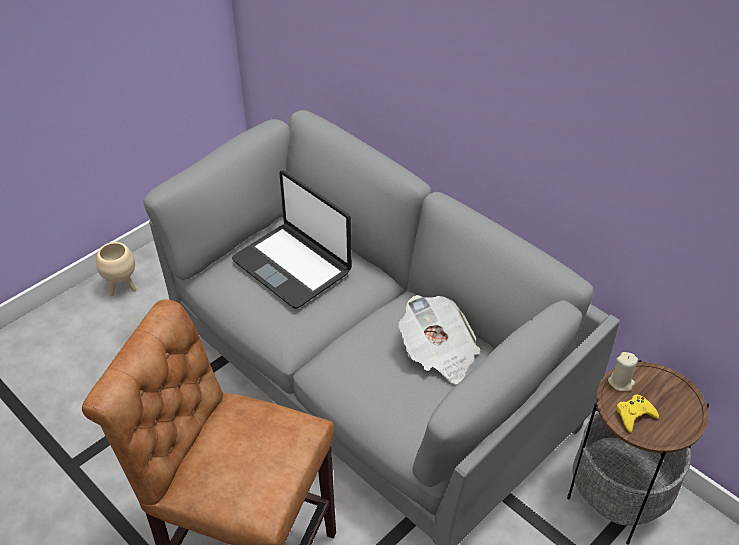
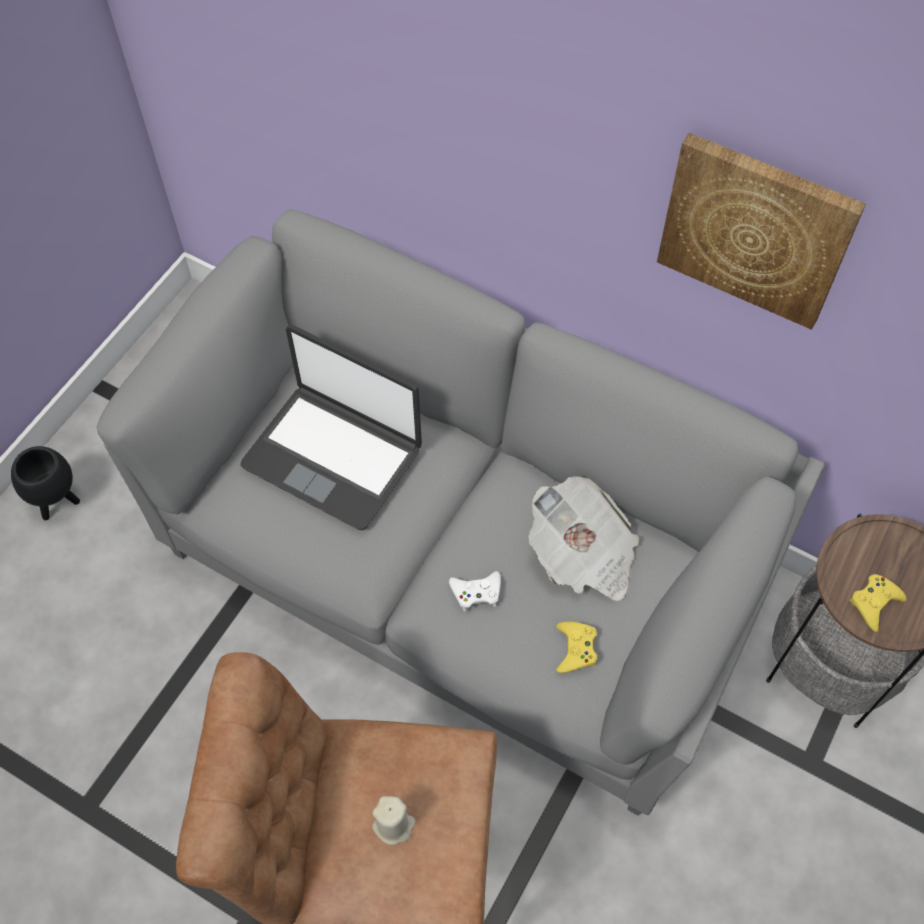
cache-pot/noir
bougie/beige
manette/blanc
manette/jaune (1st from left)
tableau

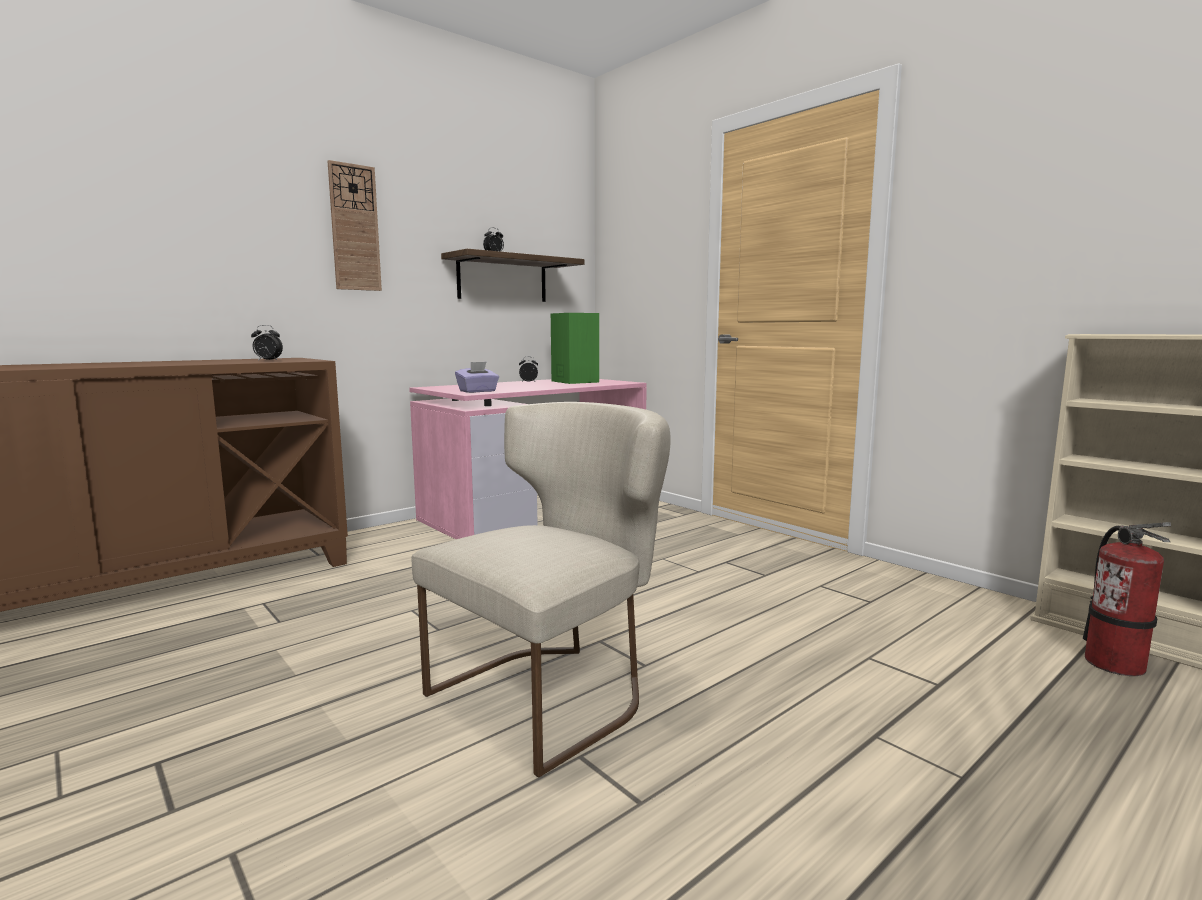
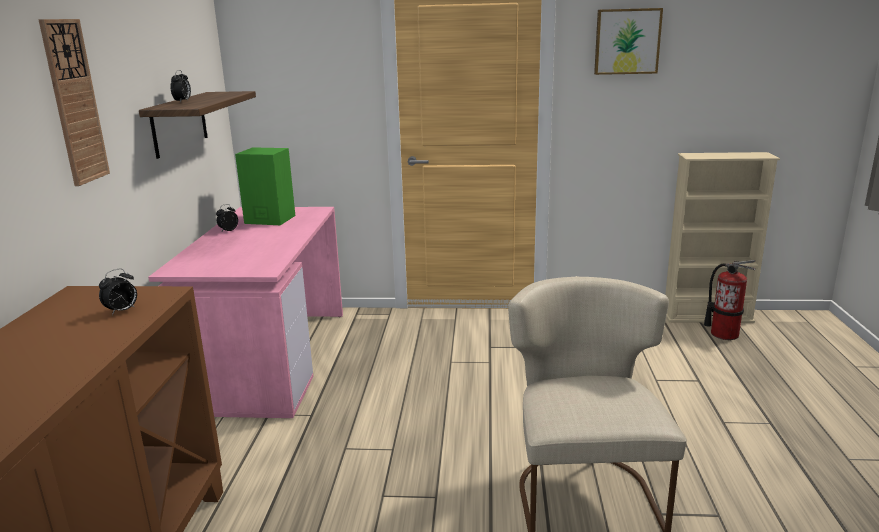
boîte à mouchoirs/violet
tableau

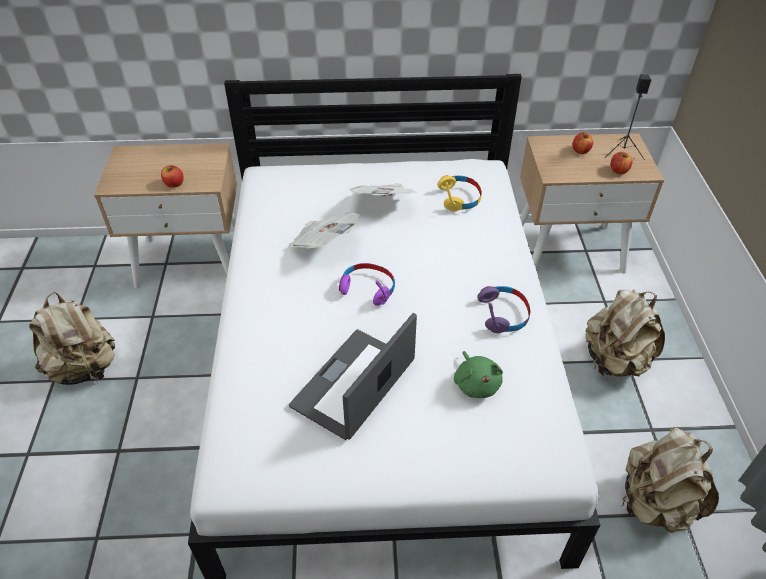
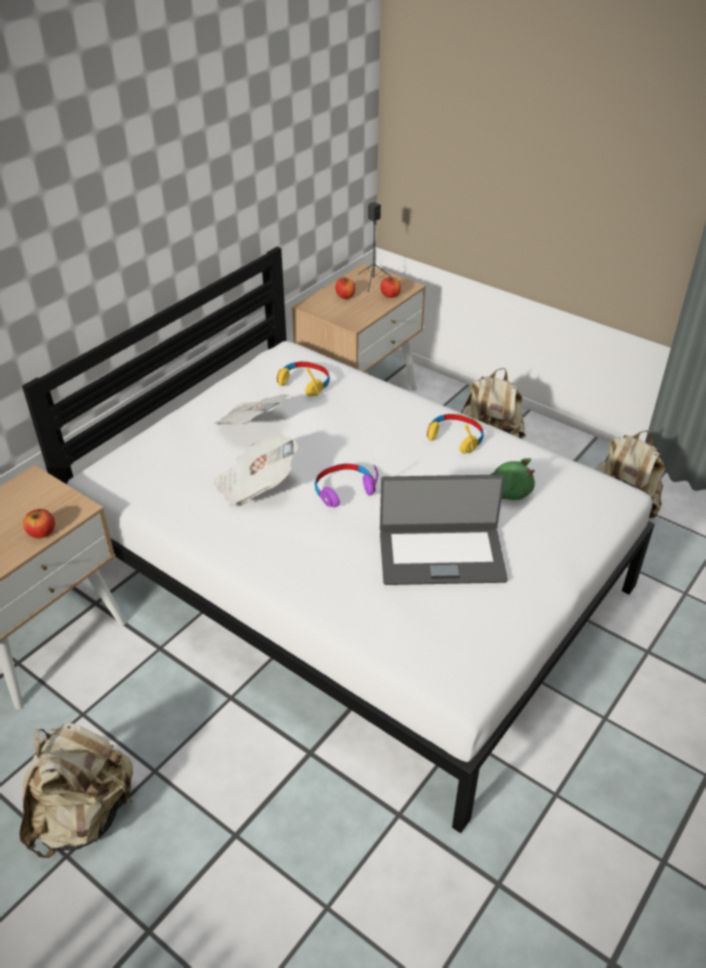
ordinateur portable
casque audio/jaune (2nd from left)

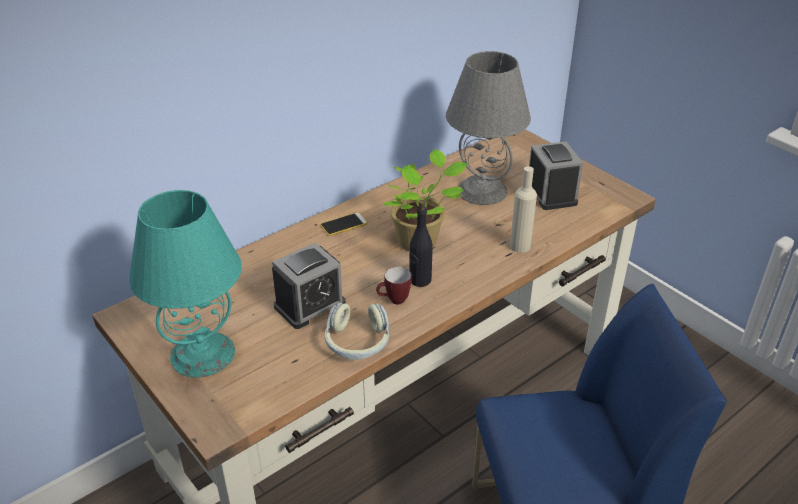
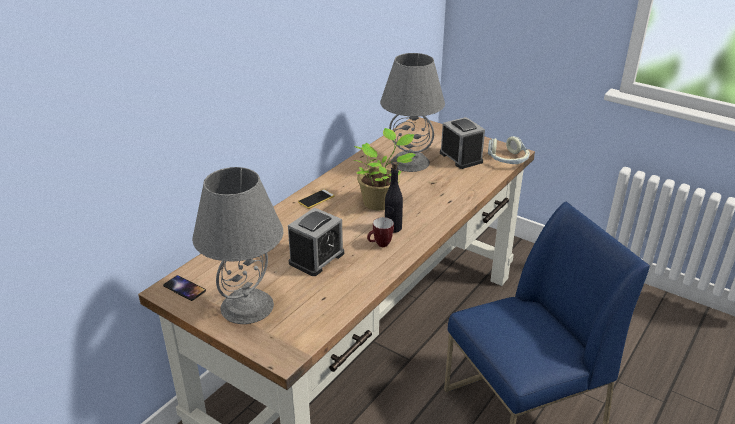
lampe de table/gris (1st from left)
casque audio
bouteille/beige
téléphone (1st from left)

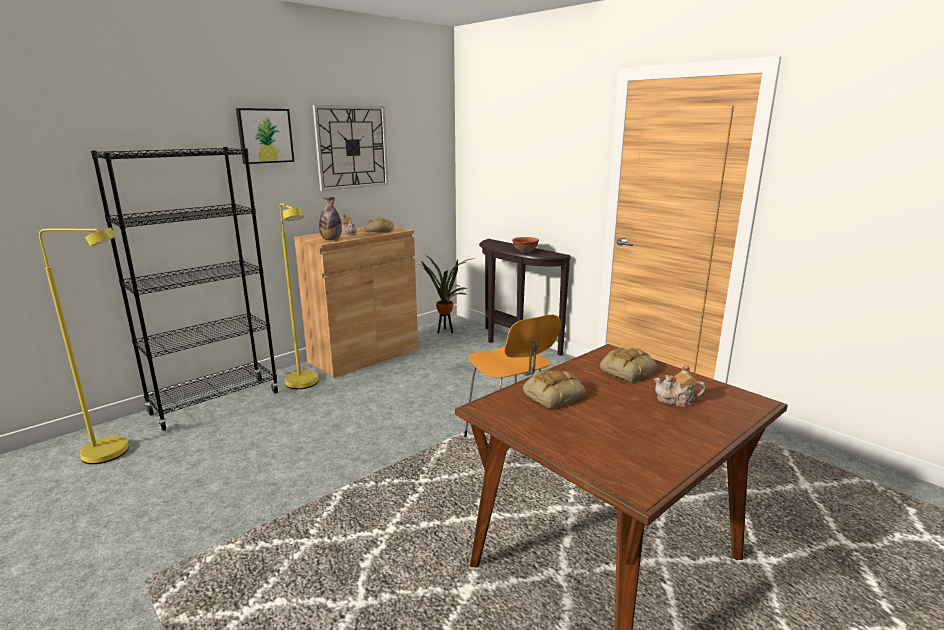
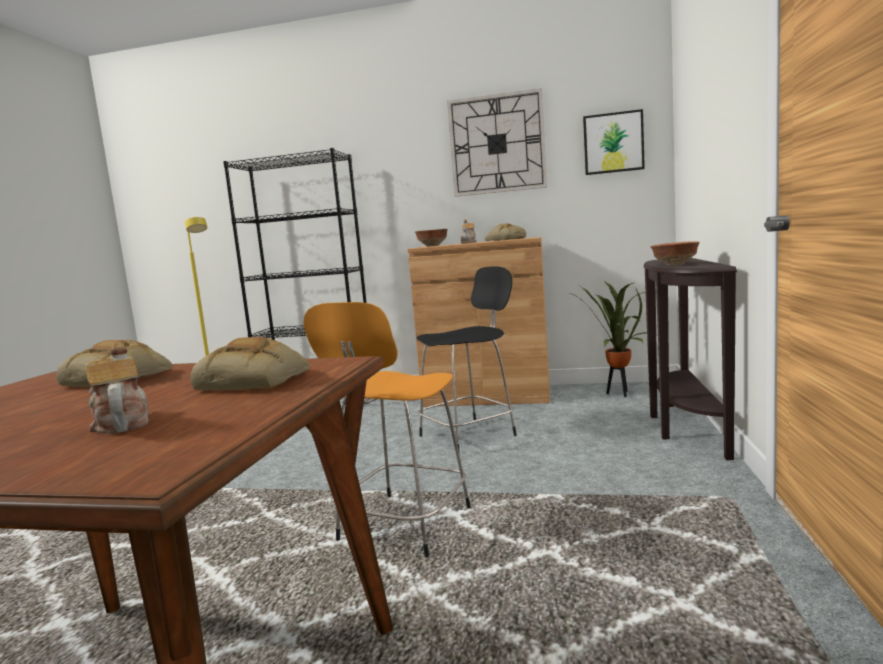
tableau
lampadaire/jaune (2nd from left in the first image)
bol (1st from left)
tabouret/noir

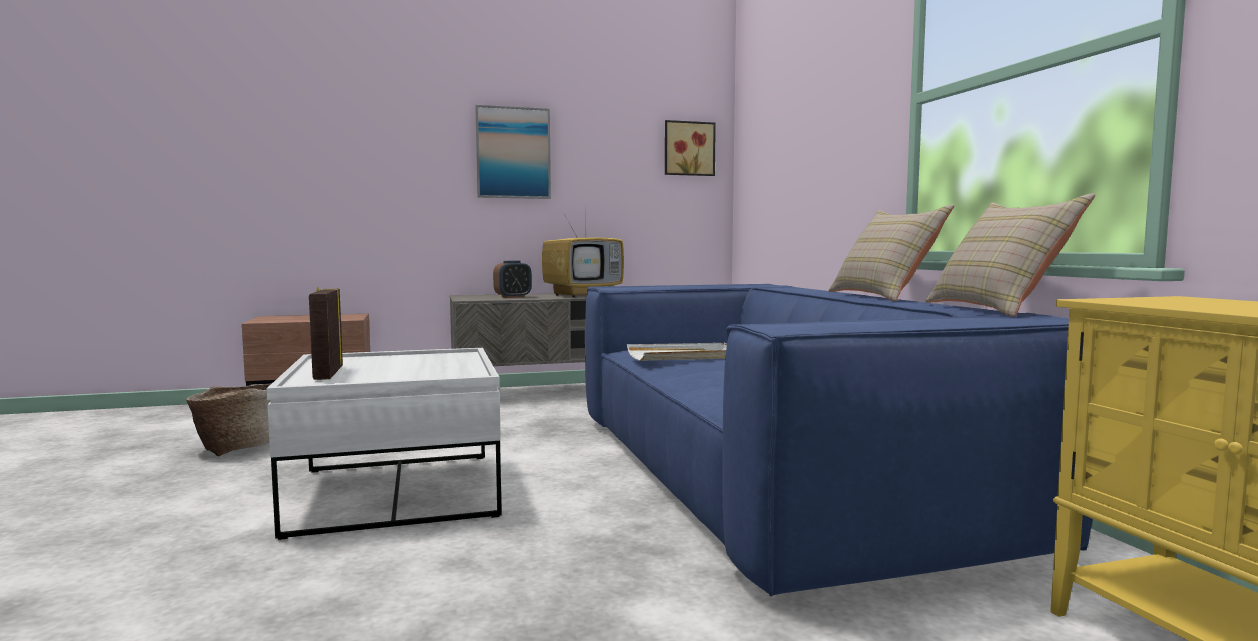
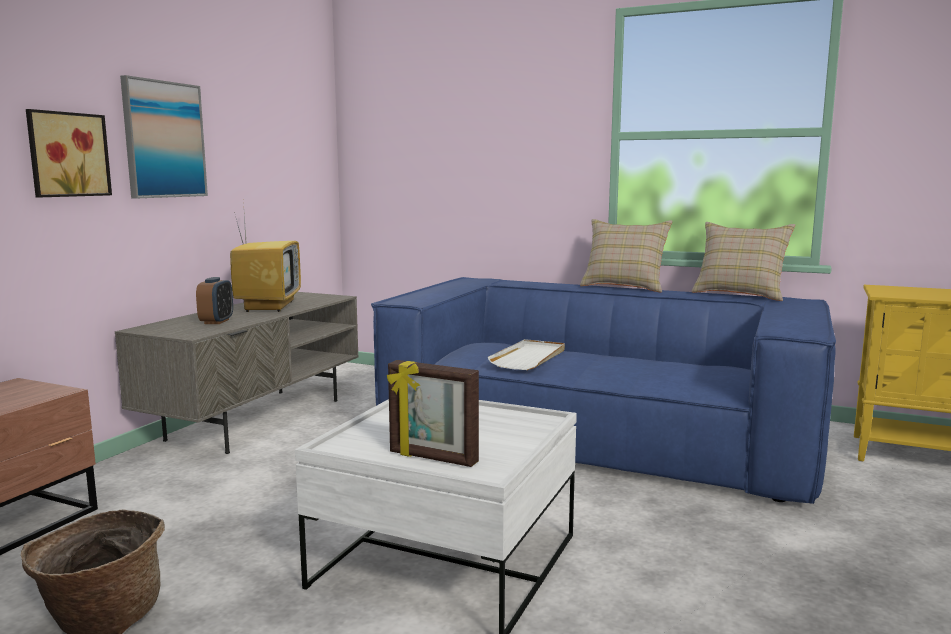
tableau (1st from left)

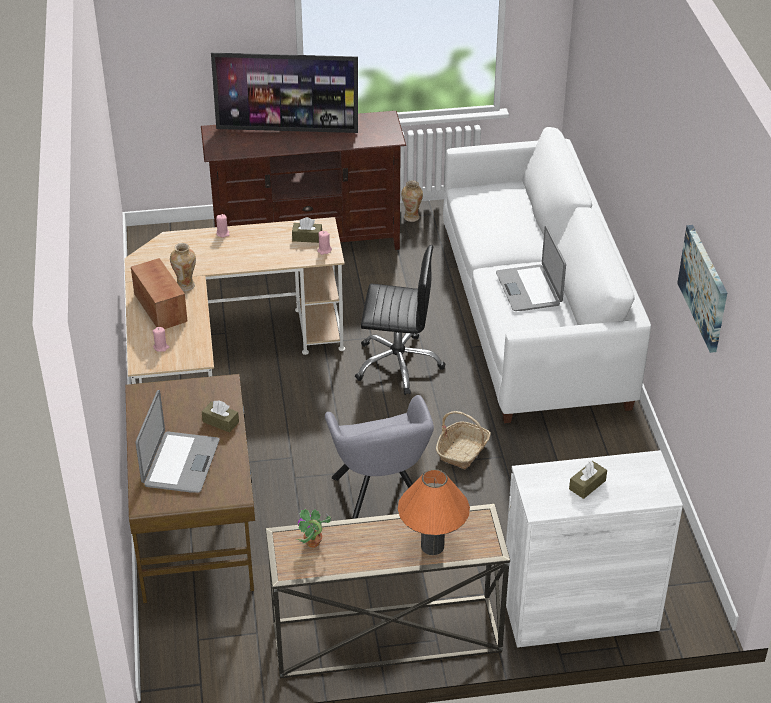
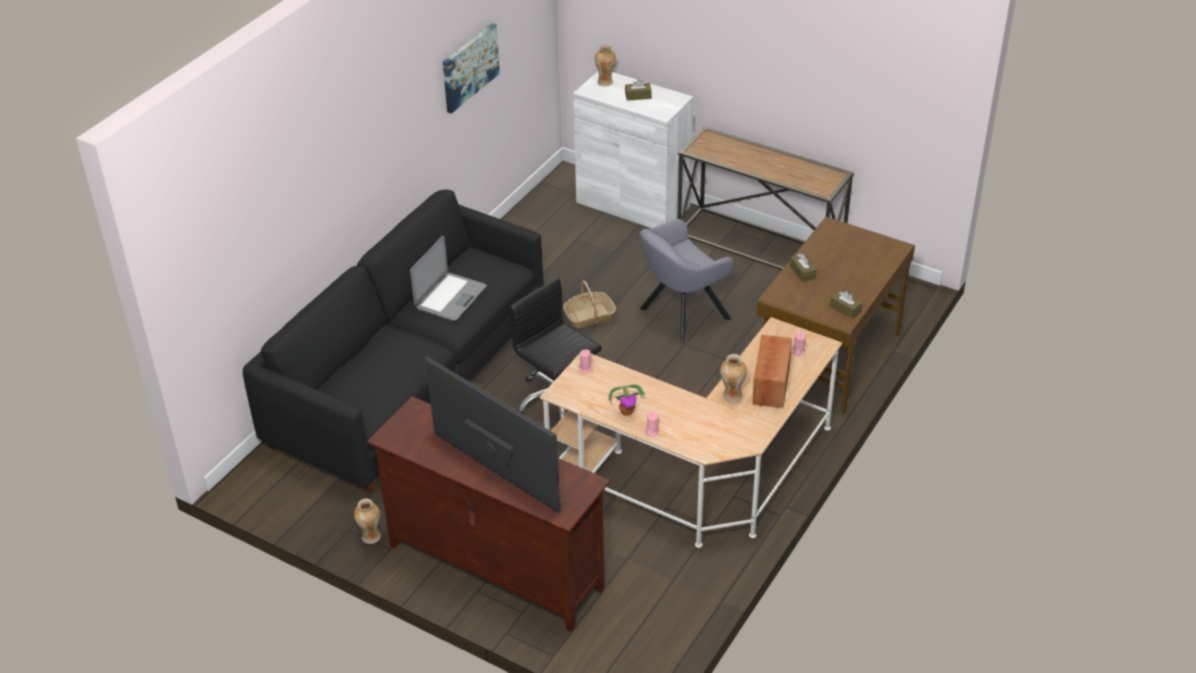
ordinateur portable (1st from left in the first image)
boîte à mouchoirs/marron (3rd from left)
plante en pot
fauteuil/gris
lampe de table/orange
canapé/noir
vase (2nd from left)

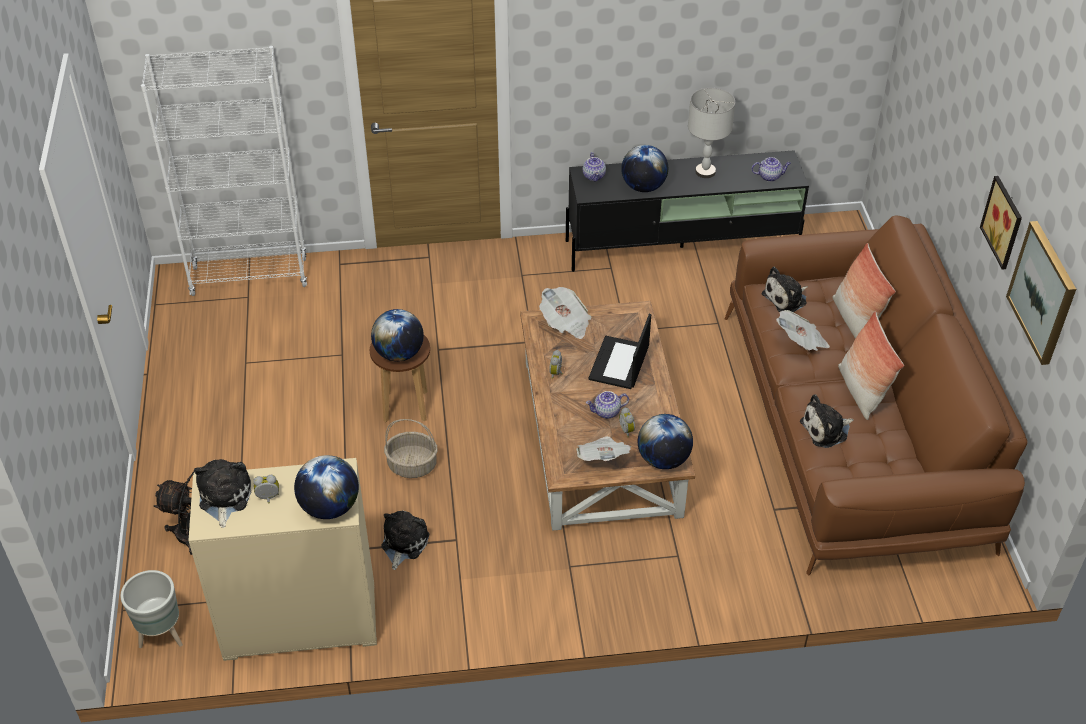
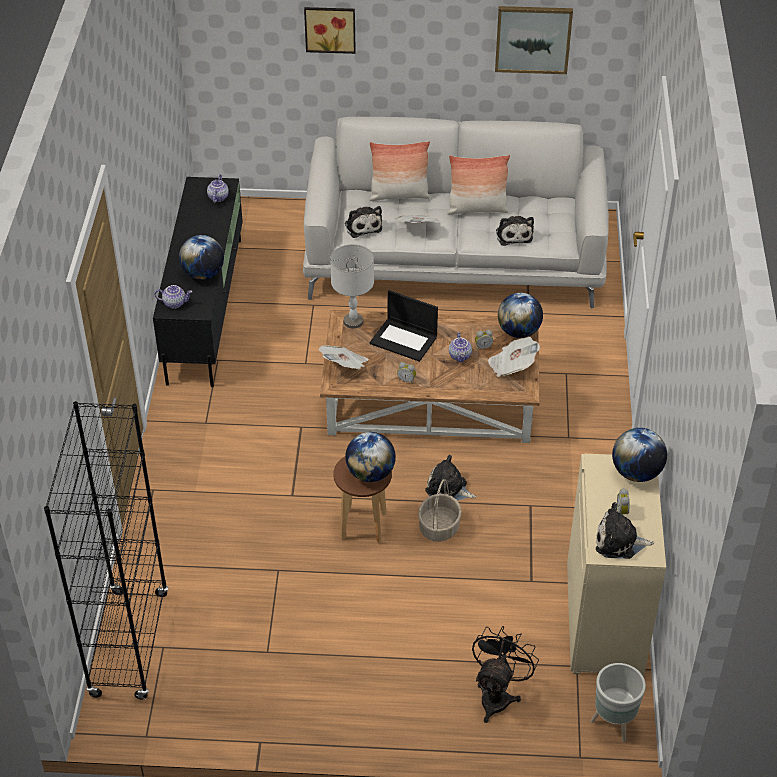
bibliothèque/noir
peluche (2nd from left)
lampe de table/gris
canapé/blanc
tableau (1st from left)

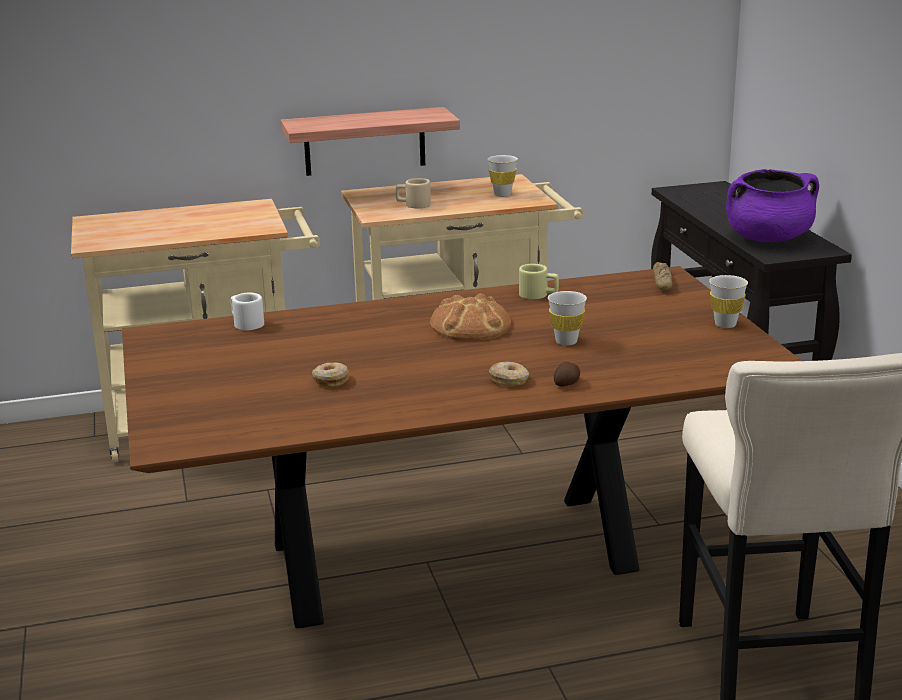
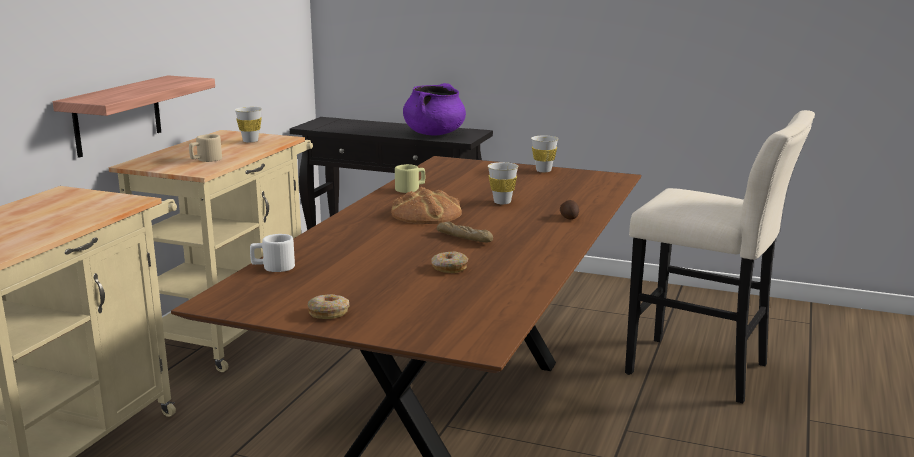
beignet (1st from left)
pain (2nd from left)

